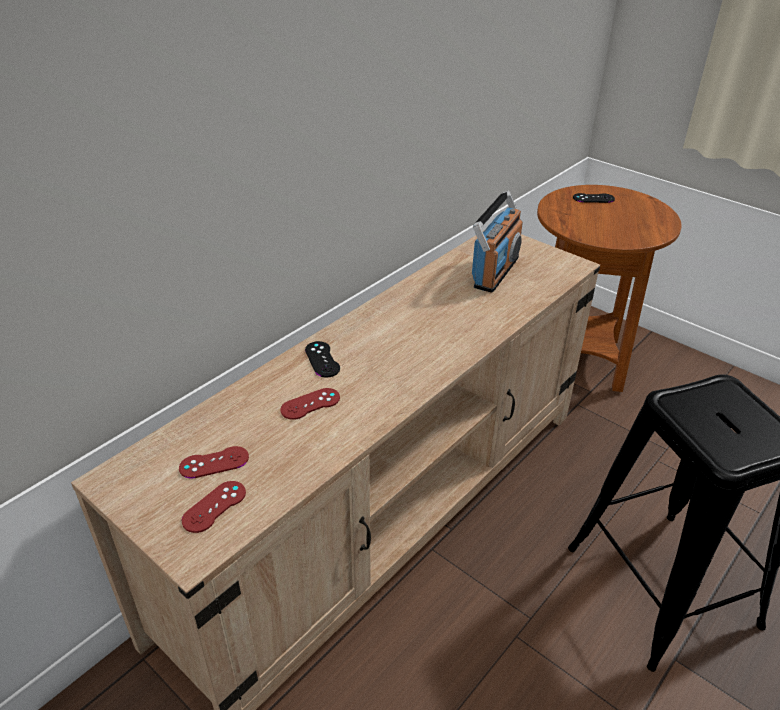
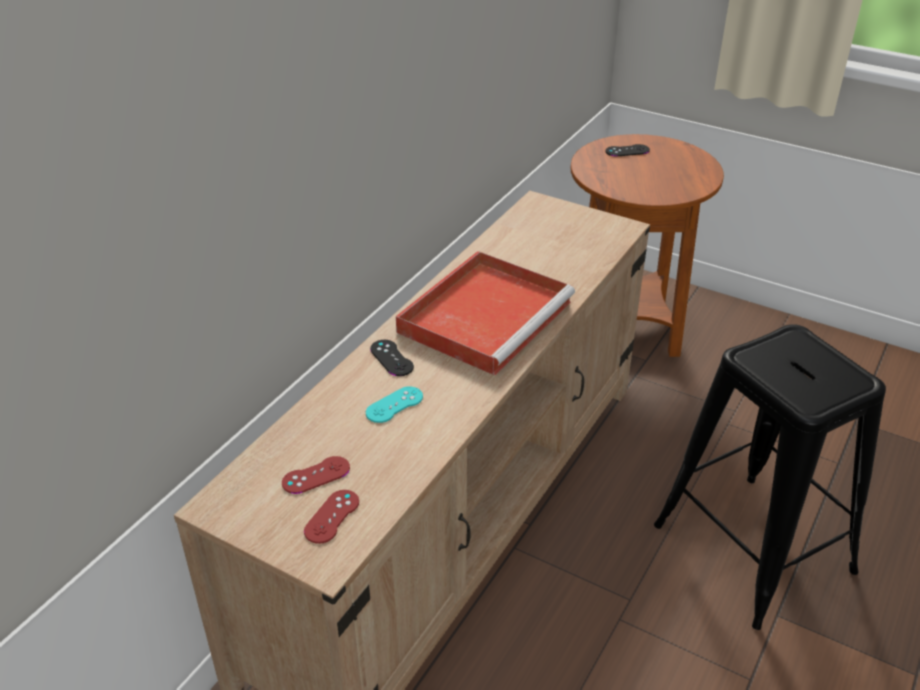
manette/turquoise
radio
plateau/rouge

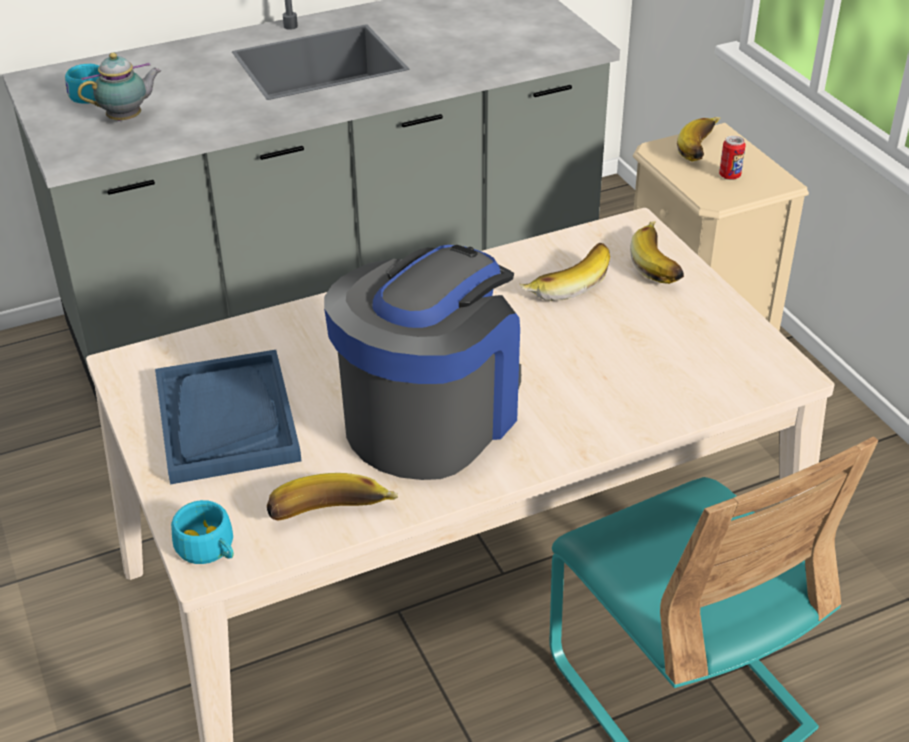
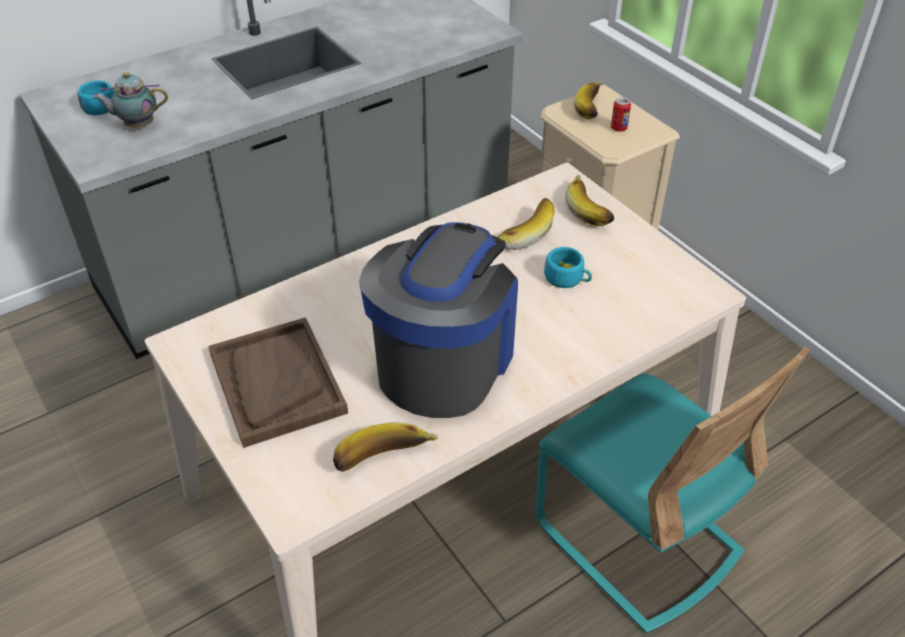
théière
plateau/marron
tasse/turquoise (2nd from left)

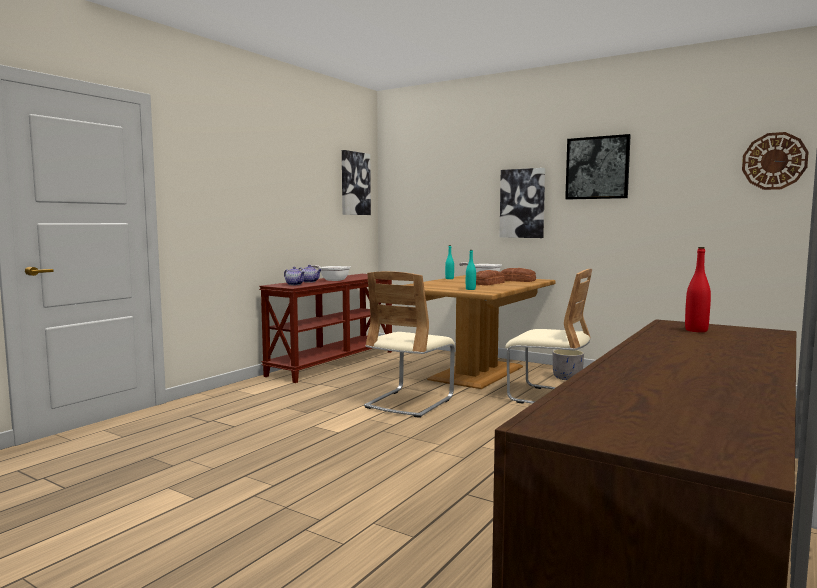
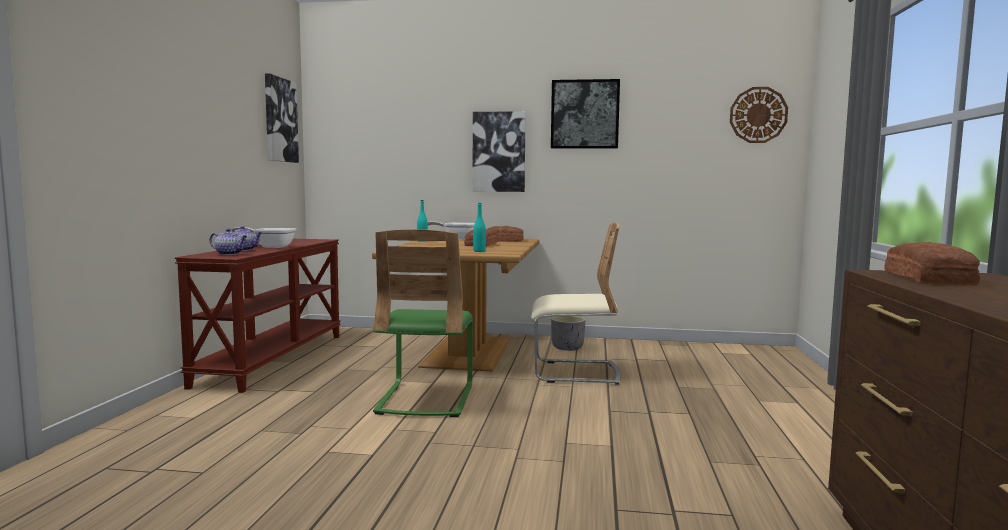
chaise/vert
pain (3rd from left)

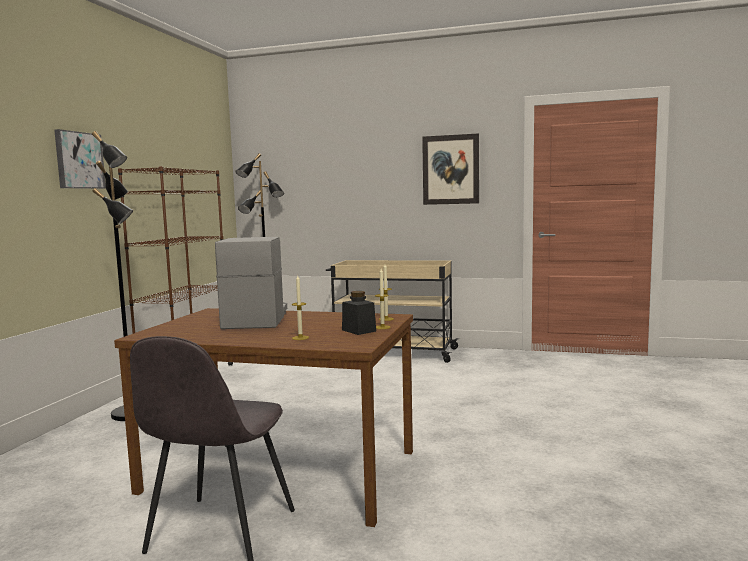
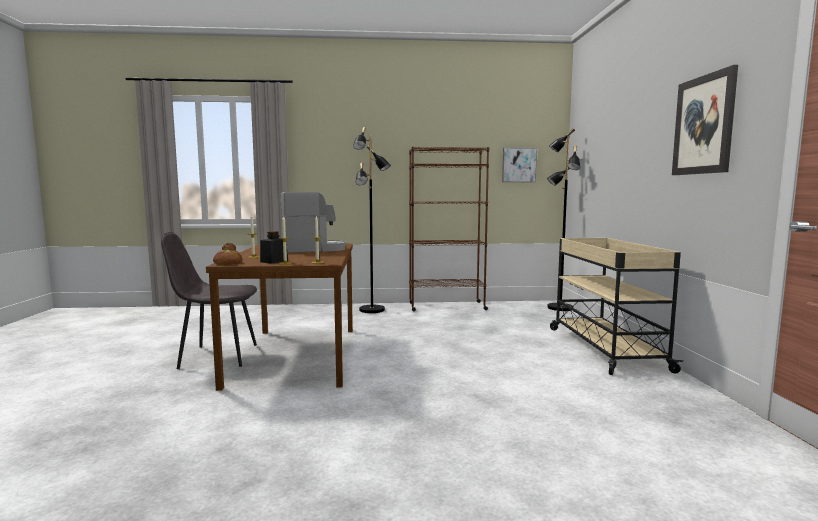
tableau (1st from left)
pain

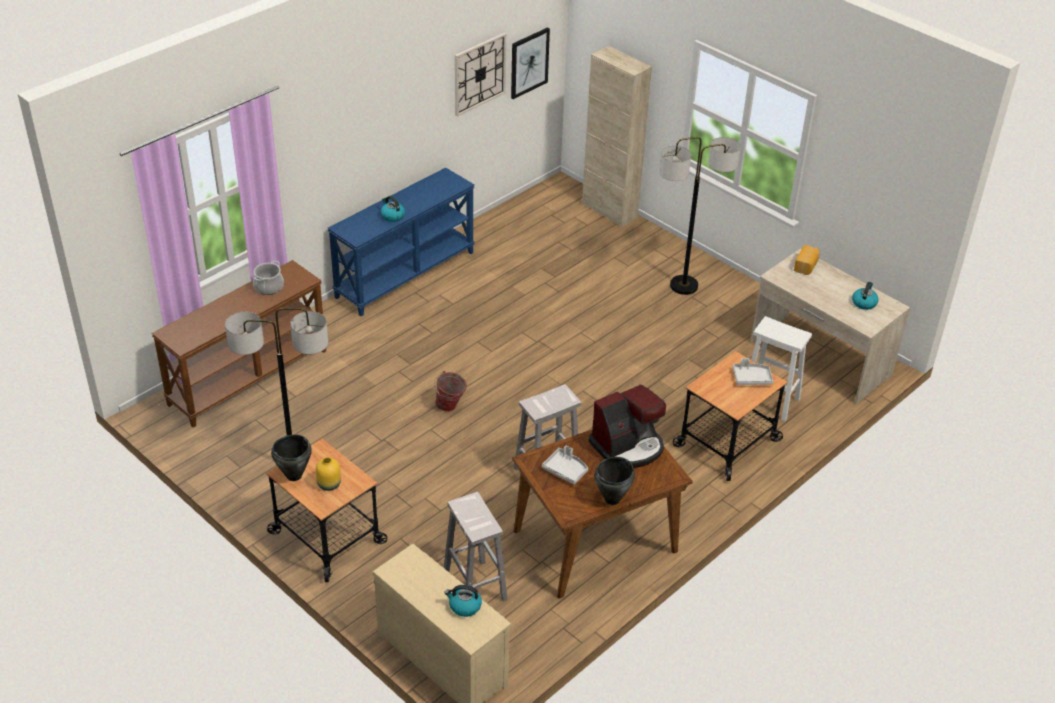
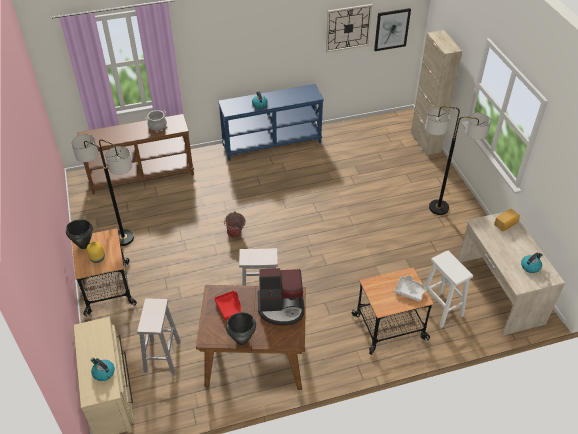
plateau/rouge

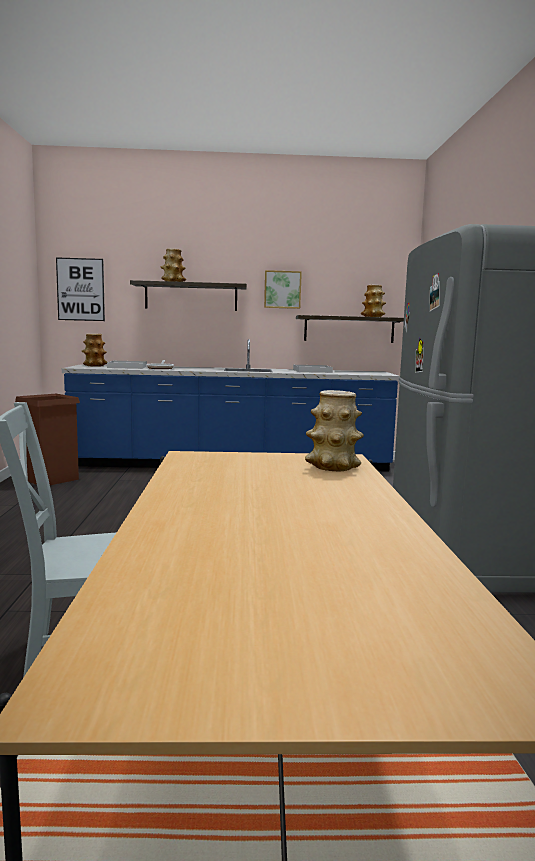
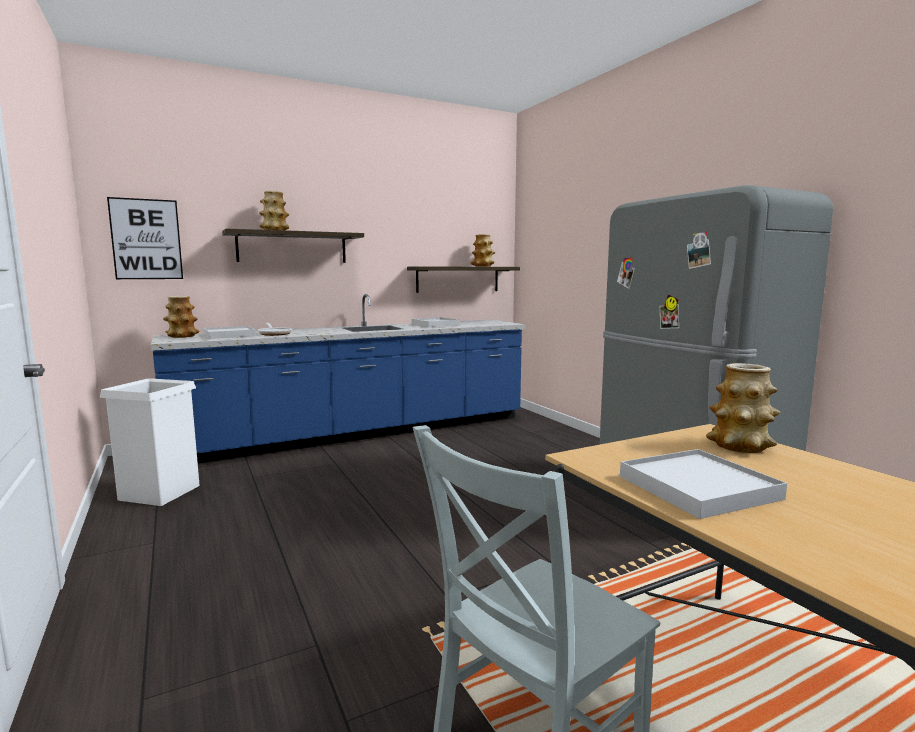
poubelle/blanc
tableau (2nd from left in the first image)
plateau/blanc (3rd from left)

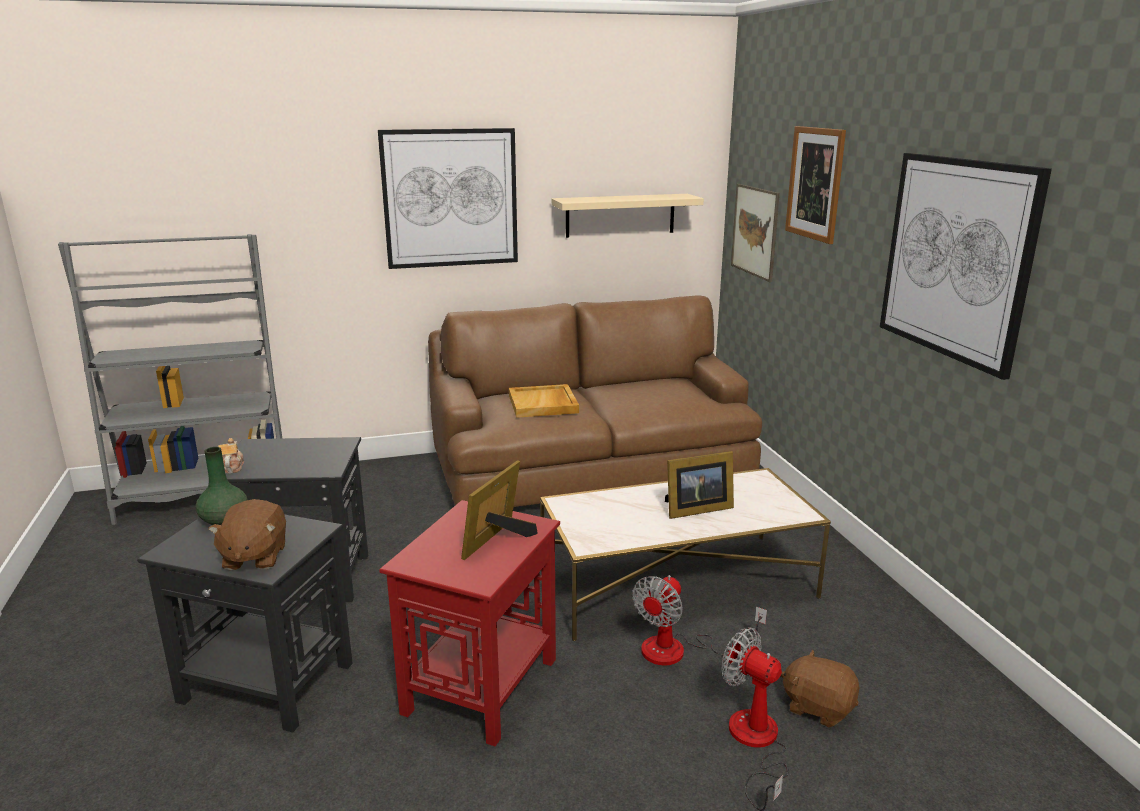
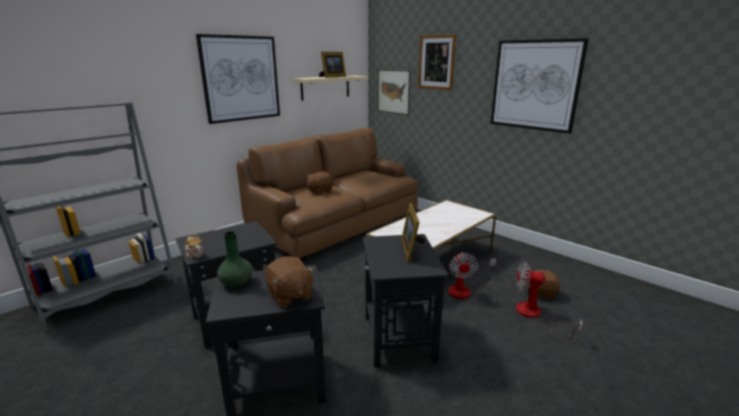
table d'appoint/noir (3rd from left)
peluche/marron (2nd from left)
cadre photo (1st from left)

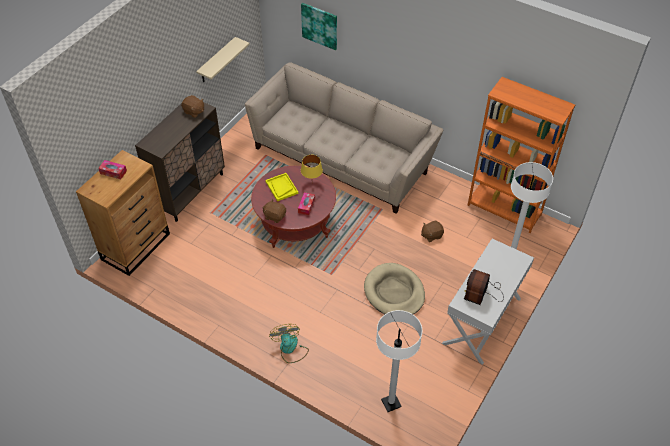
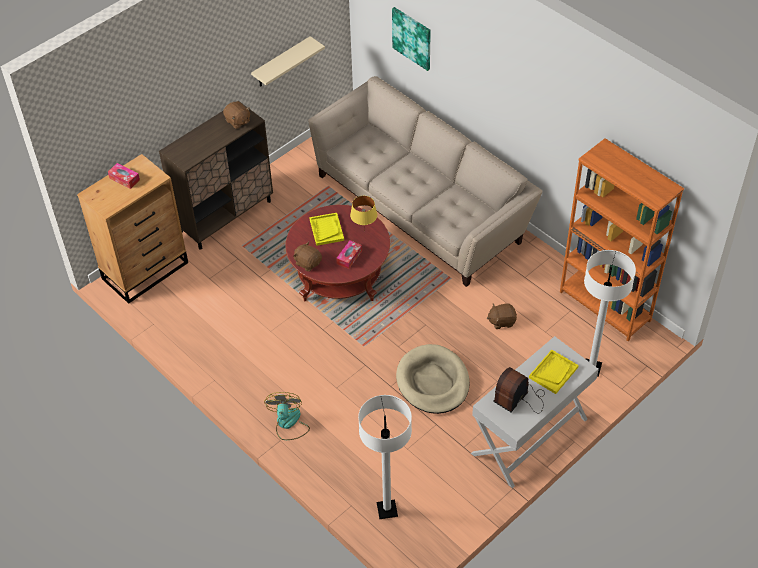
plateau/jaune (2nd from left)

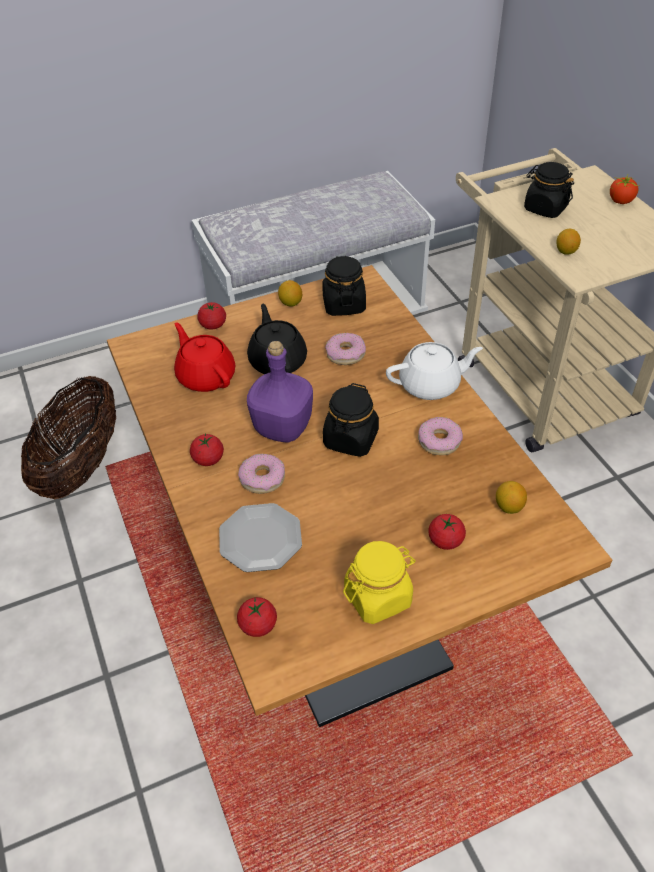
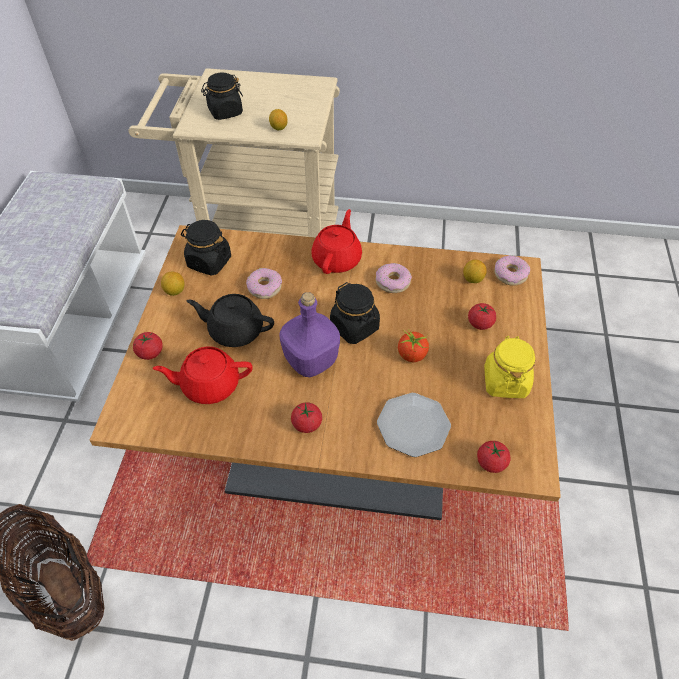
beignet (3rd from left)
théière/rouge (2nd from left)
tomate (3rd from left)

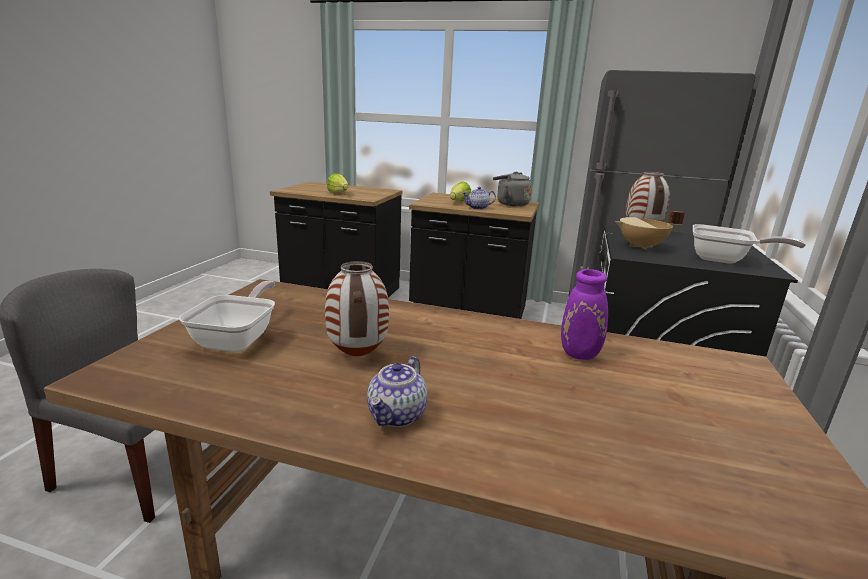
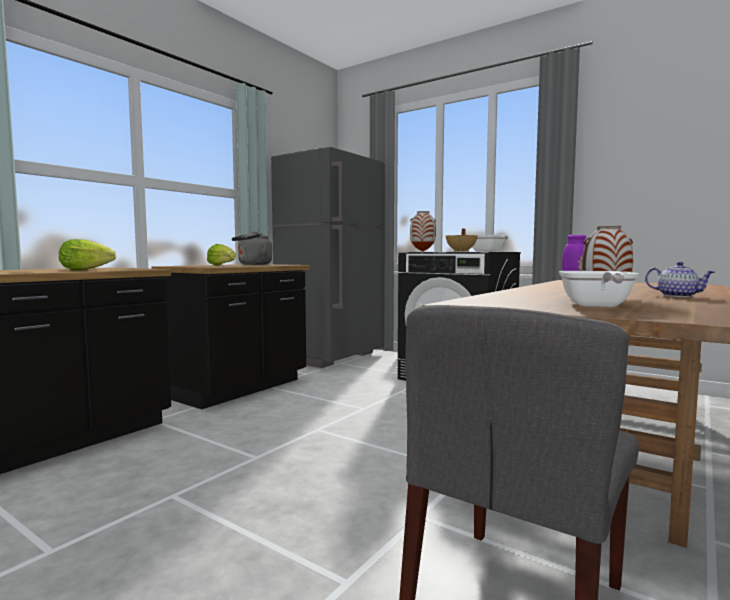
poêle (2nd from left)
théière (2nd from left in the first image)

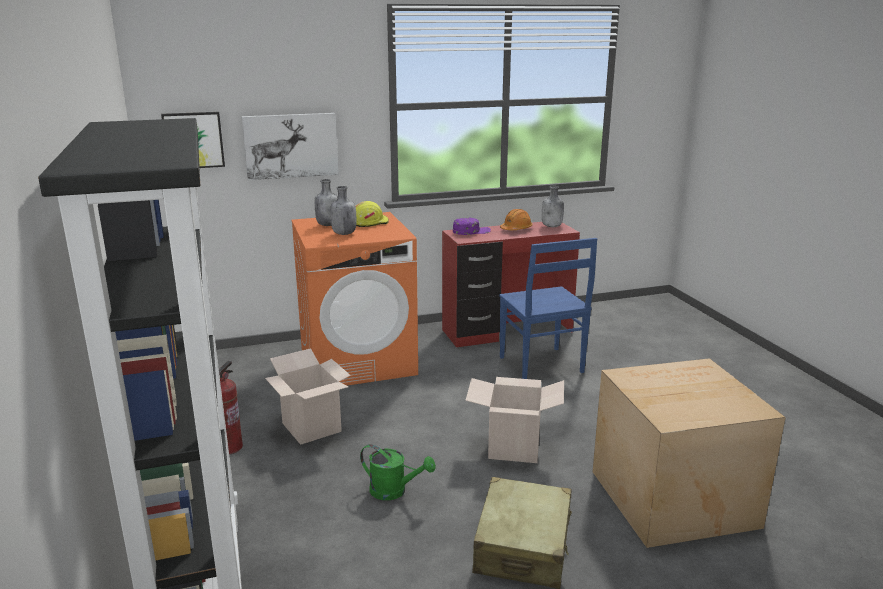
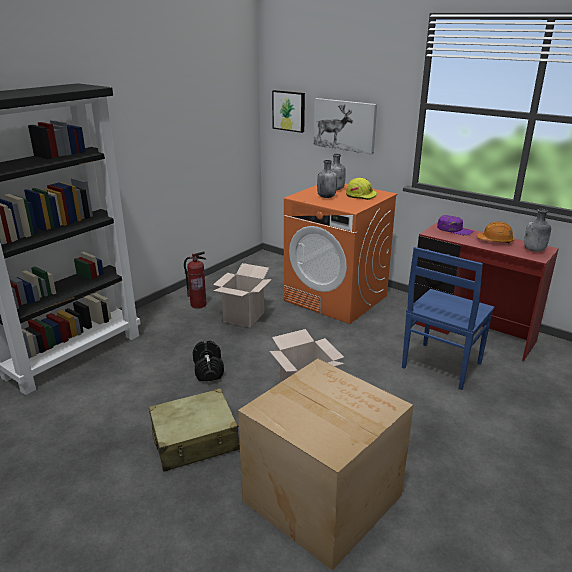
haltère/noir

